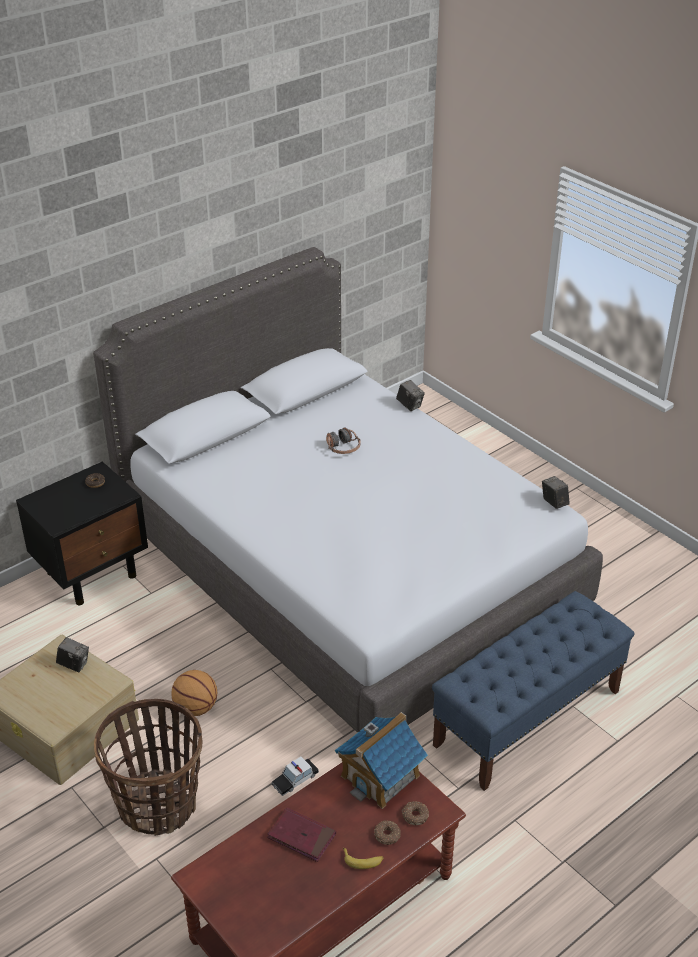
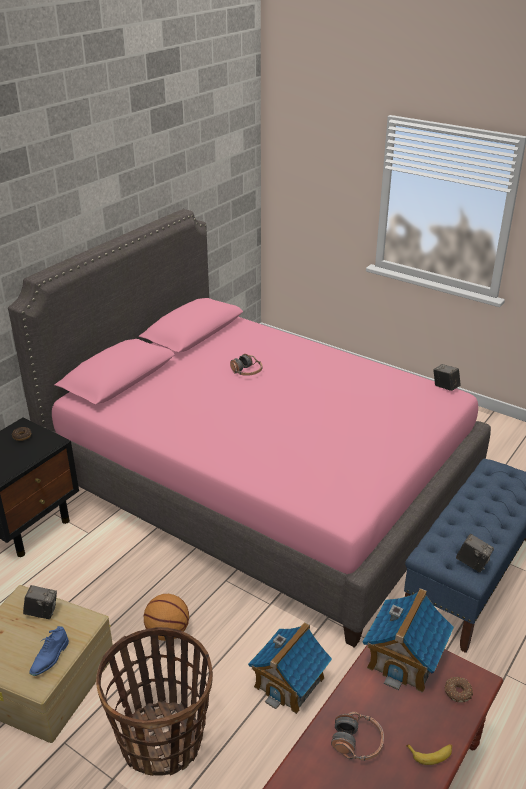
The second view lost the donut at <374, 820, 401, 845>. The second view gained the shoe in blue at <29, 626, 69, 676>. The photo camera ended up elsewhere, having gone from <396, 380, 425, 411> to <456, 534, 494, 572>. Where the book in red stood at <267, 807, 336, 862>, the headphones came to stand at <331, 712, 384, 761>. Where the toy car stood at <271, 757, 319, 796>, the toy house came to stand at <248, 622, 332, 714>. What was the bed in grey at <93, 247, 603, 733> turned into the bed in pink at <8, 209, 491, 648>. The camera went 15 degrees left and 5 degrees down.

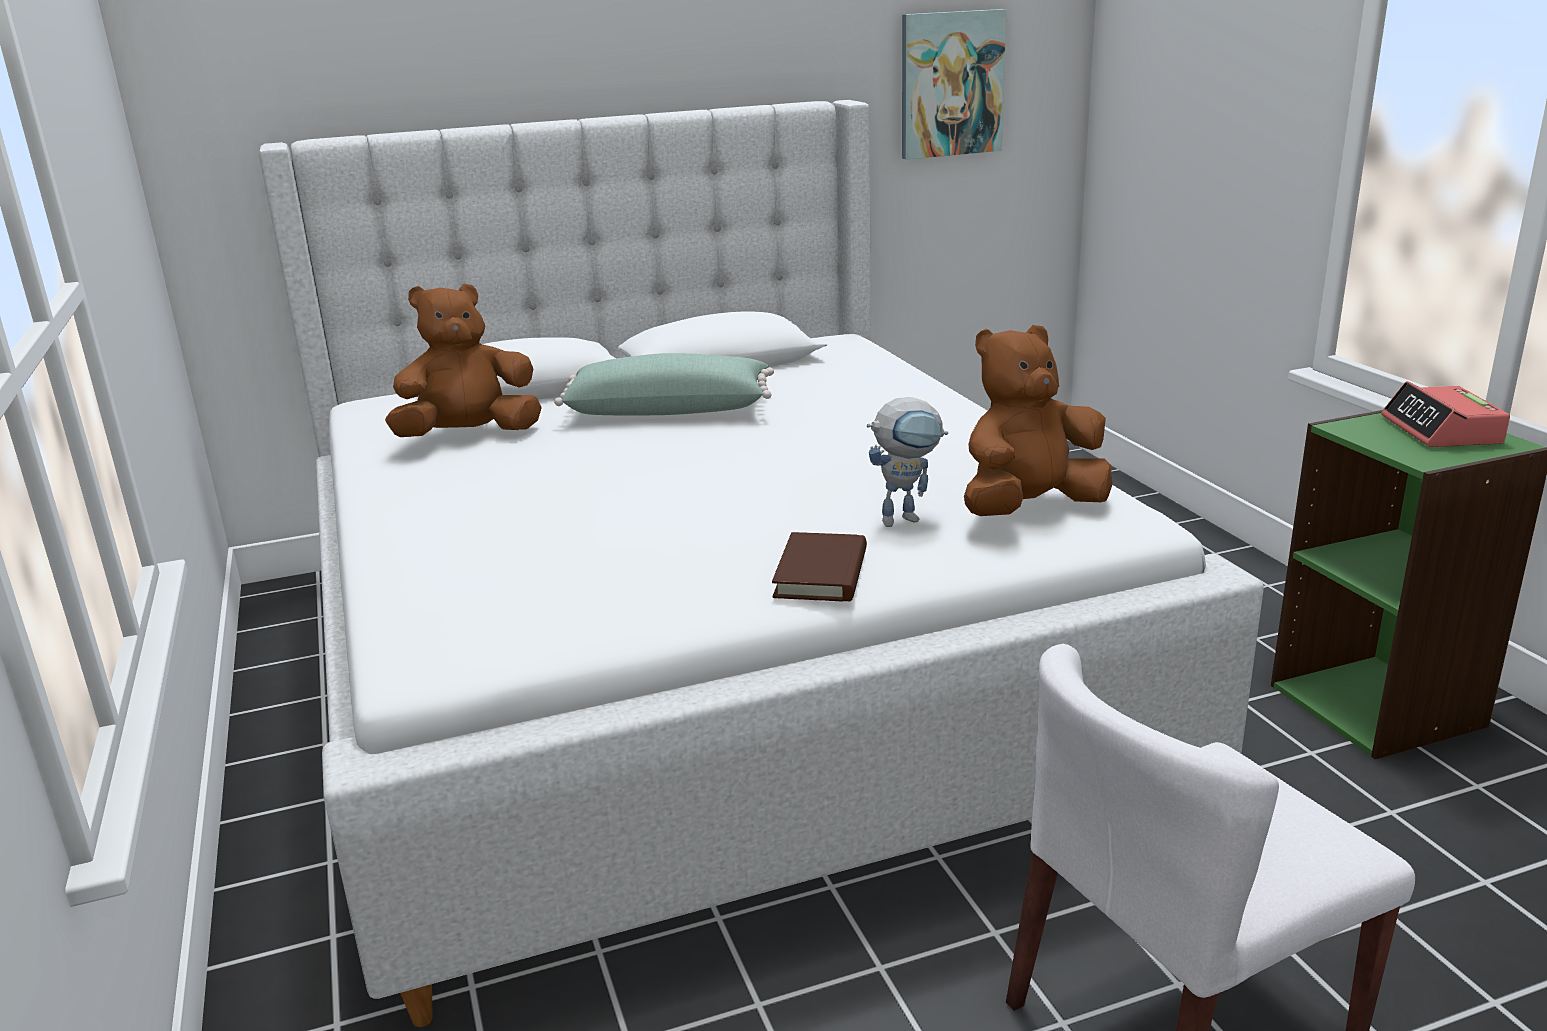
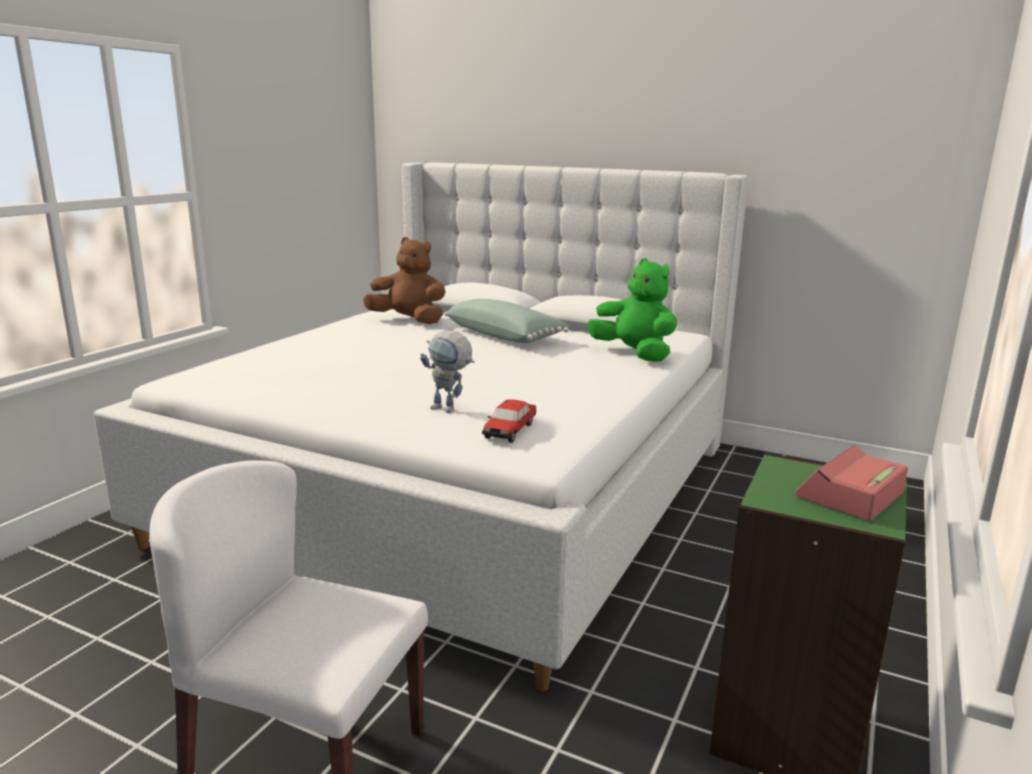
The second view lost the book in brown at <772, 532, 867, 601>. The second view lost the picture at <902, 9, 1007, 160>. The second view gained the plush toy in green at <587, 258, 677, 362>. Where the plush toy in brown stood at <964, 325, 1112, 516>, the toy car came to stand at <482, 399, 536, 443>. The camera went 45 degrees right and 5 degrees down.

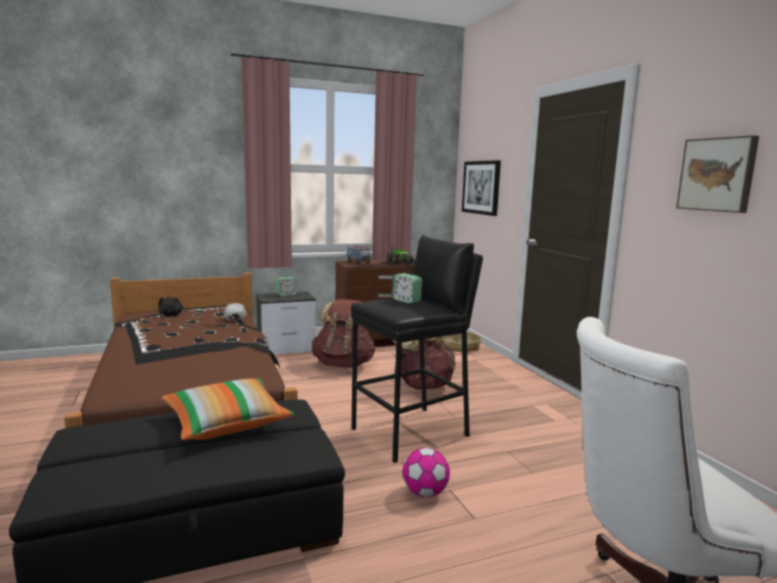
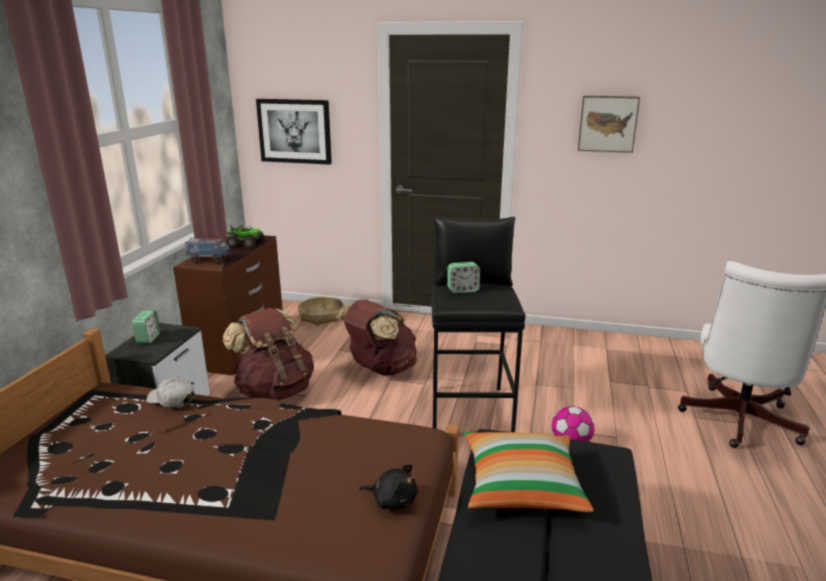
The plush toy in black ended up elsewhere, having gone from <158, 297, 183, 316> to <359, 464, 418, 510>. The camera went 55 degrees left and 10 degrees up.

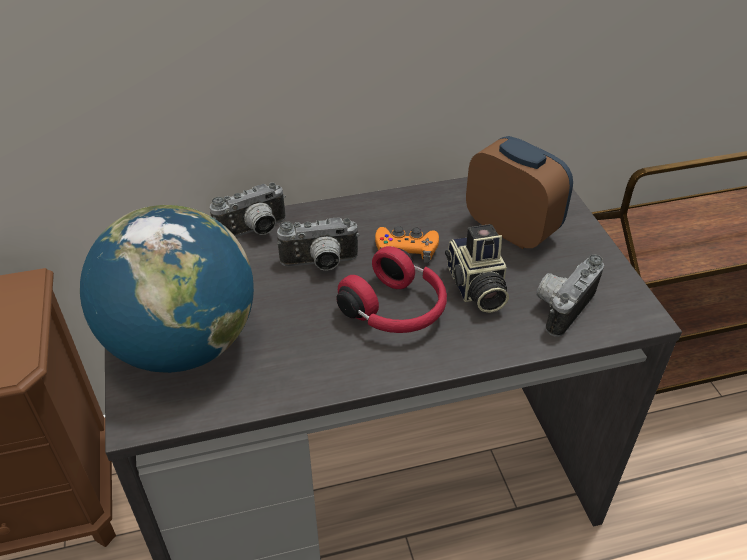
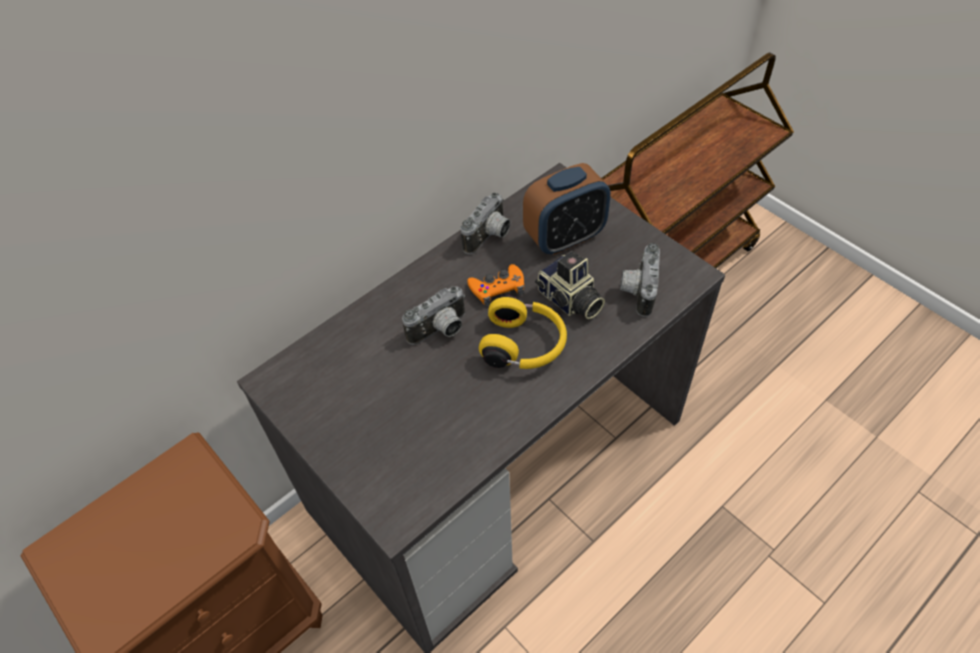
The second view lost the globe at <80, 205, 254, 373>. The photo camera ended up elsewhere, having gone from <210, 182, 286, 237> to <460, 192, 511, 254>. What was the headphones in red at <336, 246, 447, 333> turned into the headphones in yellow at <479, 295, 567, 369>. The alarm clock at <466, 136, 573, 249> ended up facing another way, 135 degrees clockwise from before. The camera went 25 degrees left and 10 degrees up.

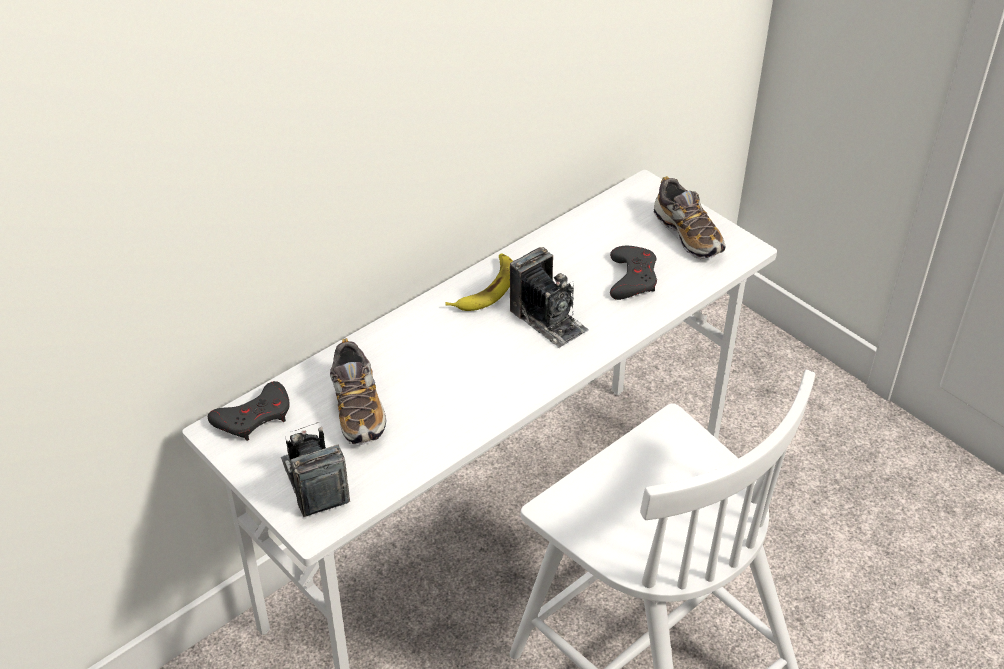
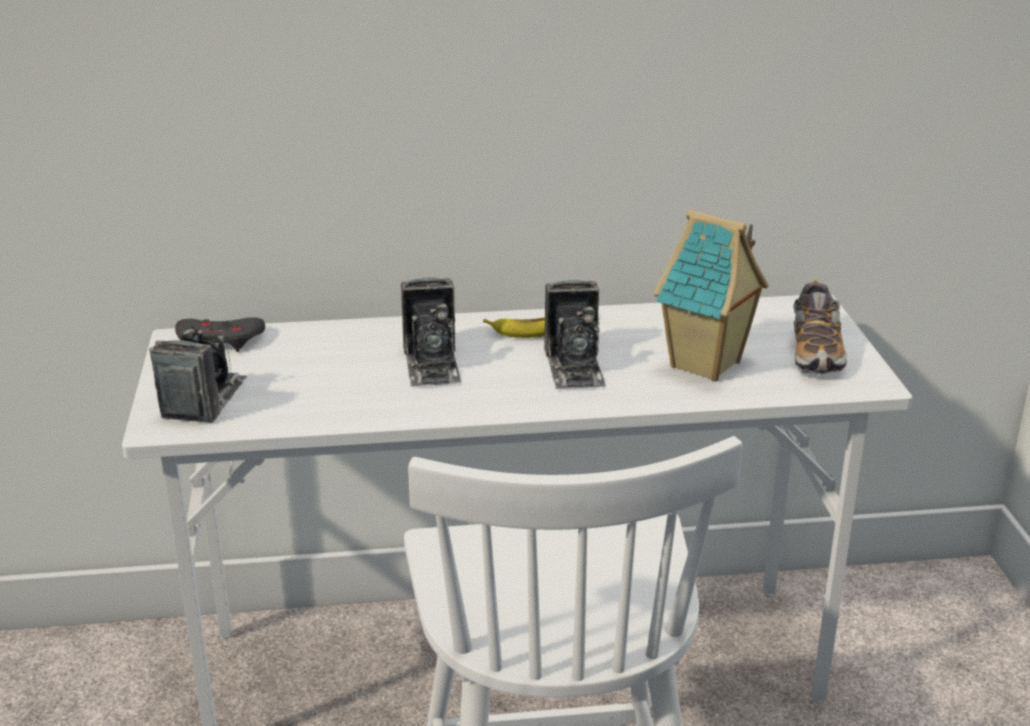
The second view lost the shoe at <330, 338, 387, 445>. The second view gained the photo camera at <401, 278, 461, 387>. Where the game controller in grey stood at <610, 246, 657, 300>, the toy house came to stand at <654, 209, 769, 382>. The camera went 35 degrees right and 15 degrees down.

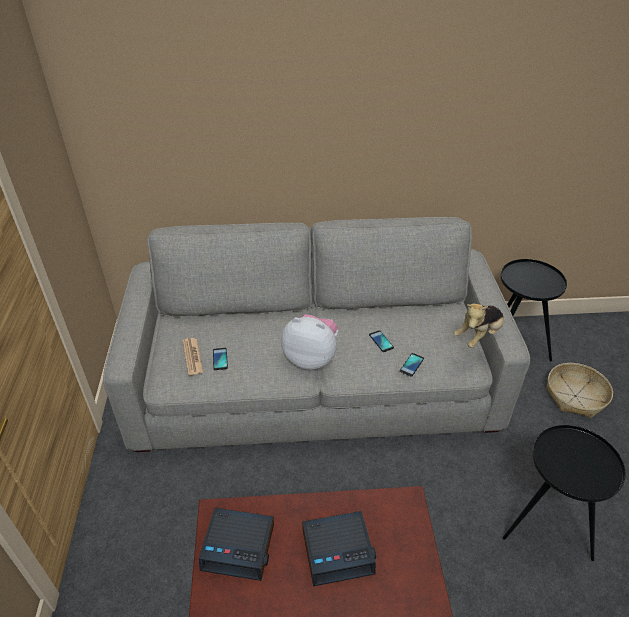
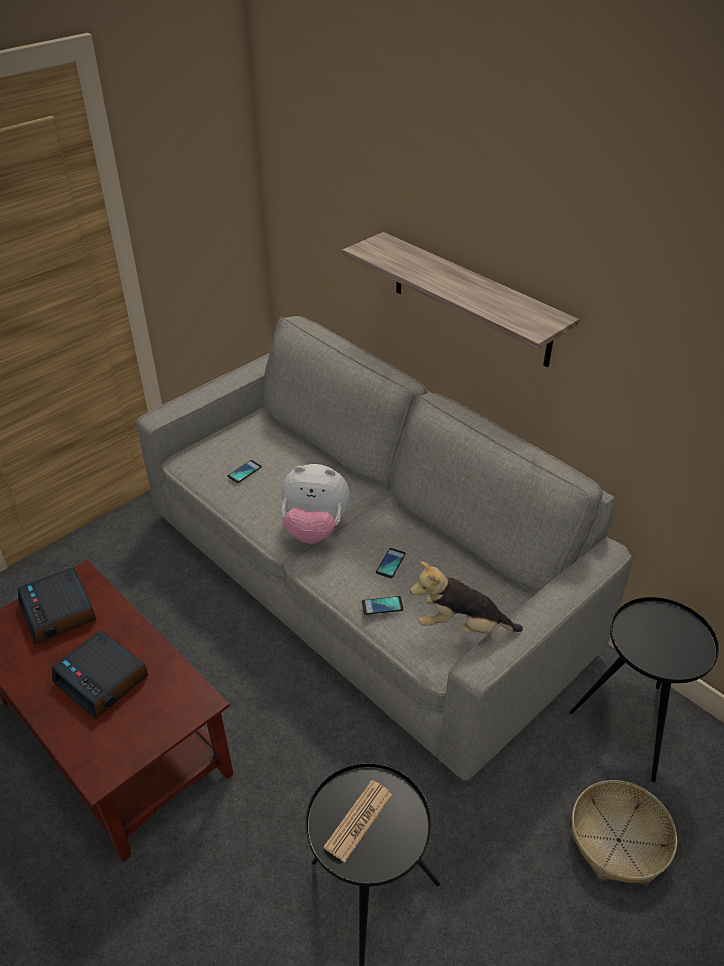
The second view gained the shelf at <342, 232, 579, 367>. The newspaper ended up elsewhere, having gone from <182, 338, 203, 375> to <323, 780, 392, 863>. The plush toy at <281, 314, 338, 369> ended up facing another way, 120 degrees clockwise from before. The camera went 50 degrees right and 0 degrees up.

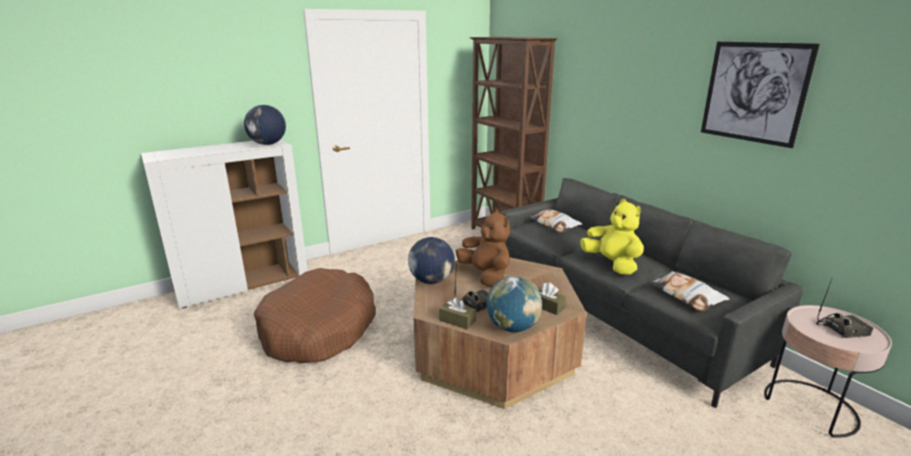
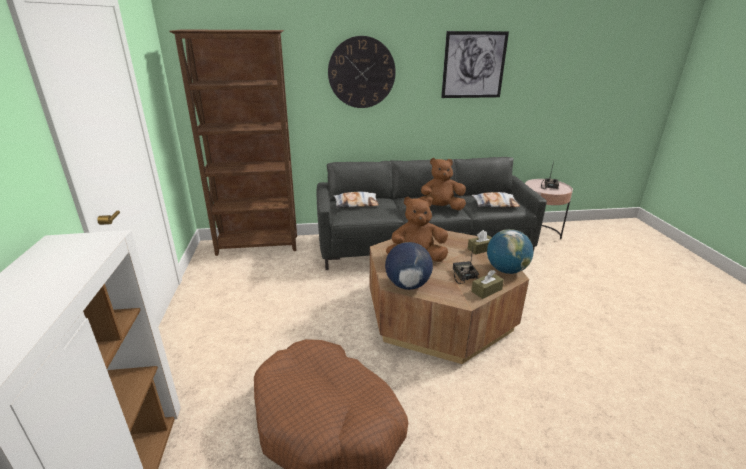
The second view lost the globe at <244, 105, 286, 145>. The second view gained the wall clock at <328, 36, 396, 108>. What was the plush toy in yellow at <580, 199, 644, 275> turned into the plush toy in brown at <418, 158, 466, 210>. The camera went 65 degrees left and 5 degrees up.

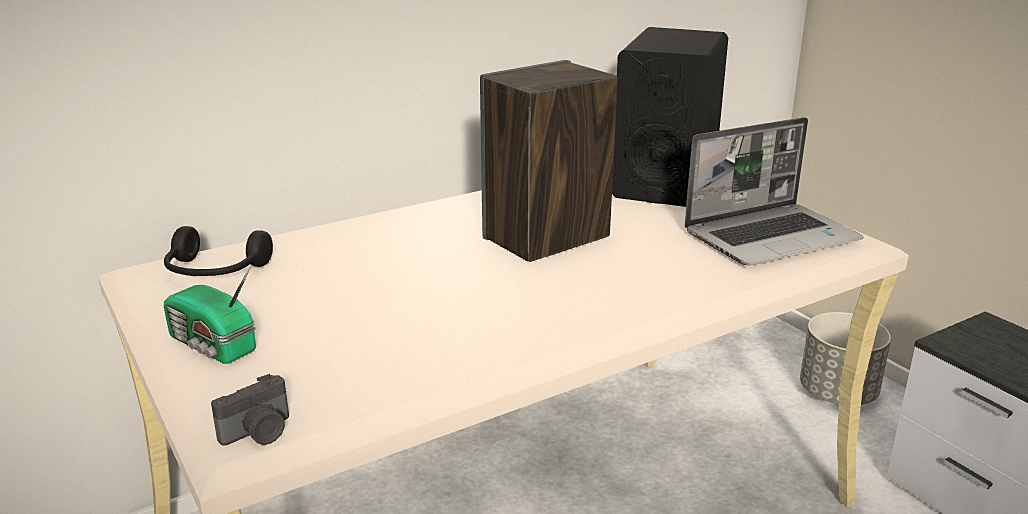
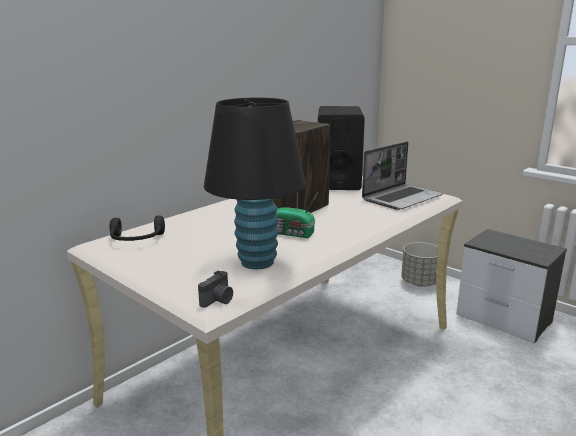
The second view gained the table lamp in black at <204, 98, 306, 269>. The radio ended up elsewhere, having gone from <164, 265, 256, 364> to <276, 191, 319, 238>. The camera went 15 degrees left and 5 degrees down.

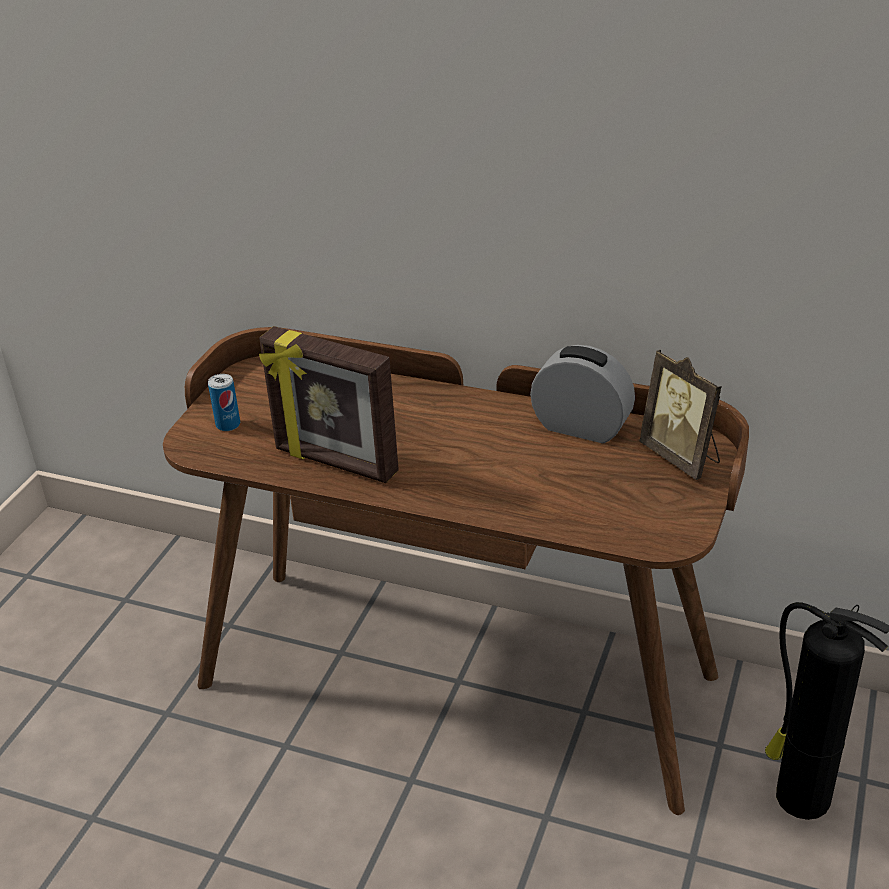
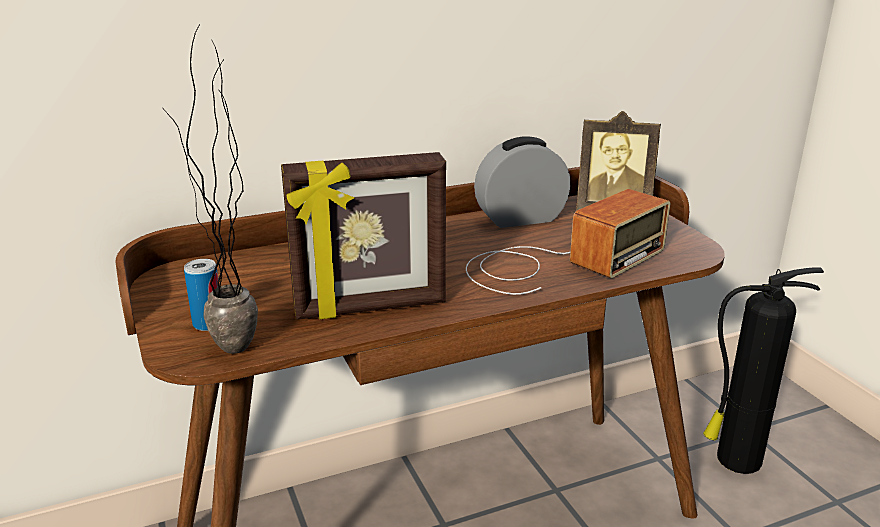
The second view gained the potted plant at <164, 23, 258, 354>. The second view gained the radio at <466, 189, 670, 295>. The camera went 45 degrees left and 10 degrees down.

